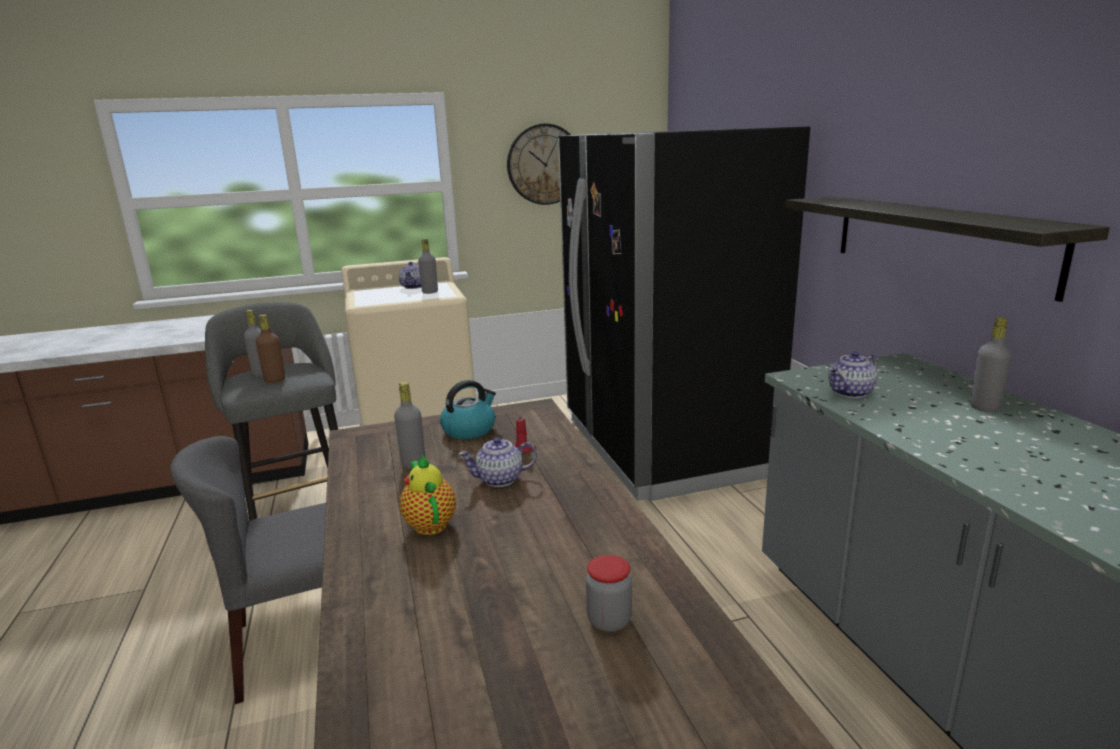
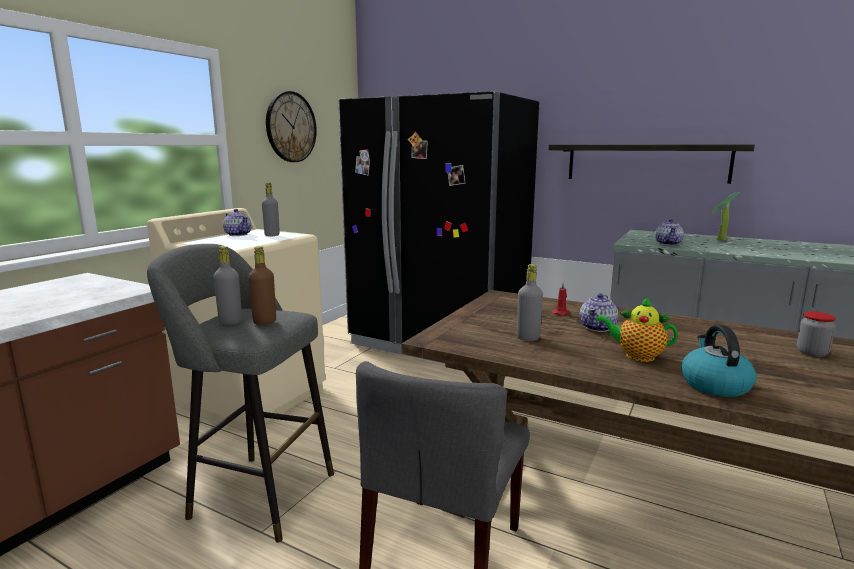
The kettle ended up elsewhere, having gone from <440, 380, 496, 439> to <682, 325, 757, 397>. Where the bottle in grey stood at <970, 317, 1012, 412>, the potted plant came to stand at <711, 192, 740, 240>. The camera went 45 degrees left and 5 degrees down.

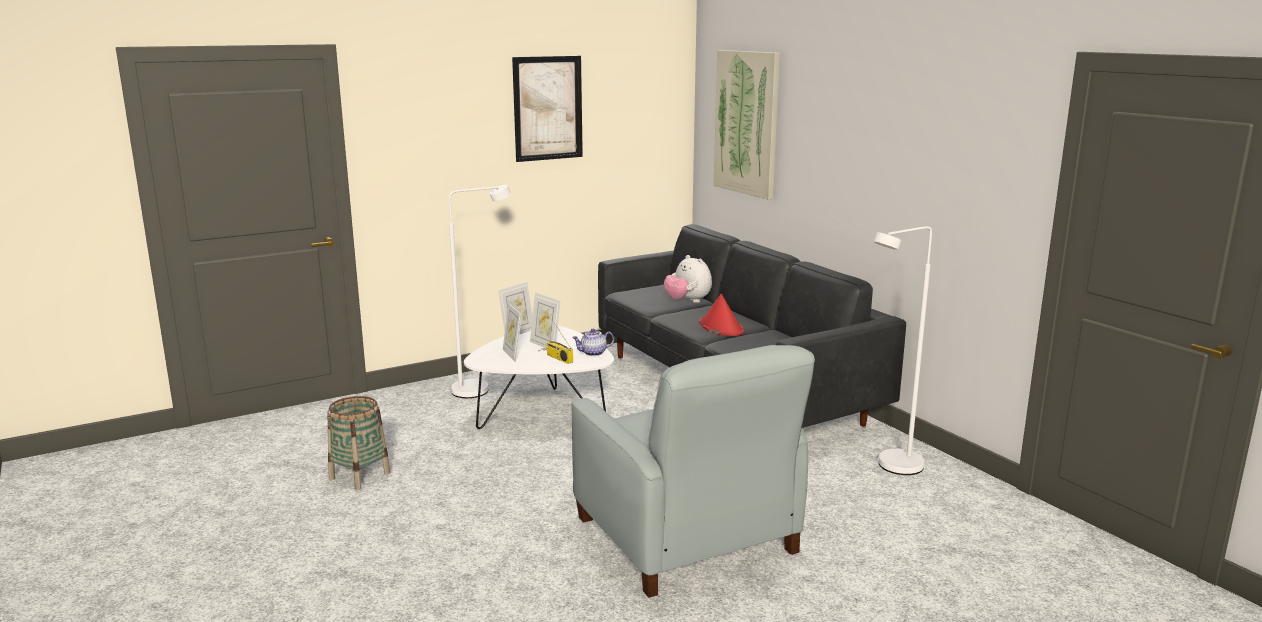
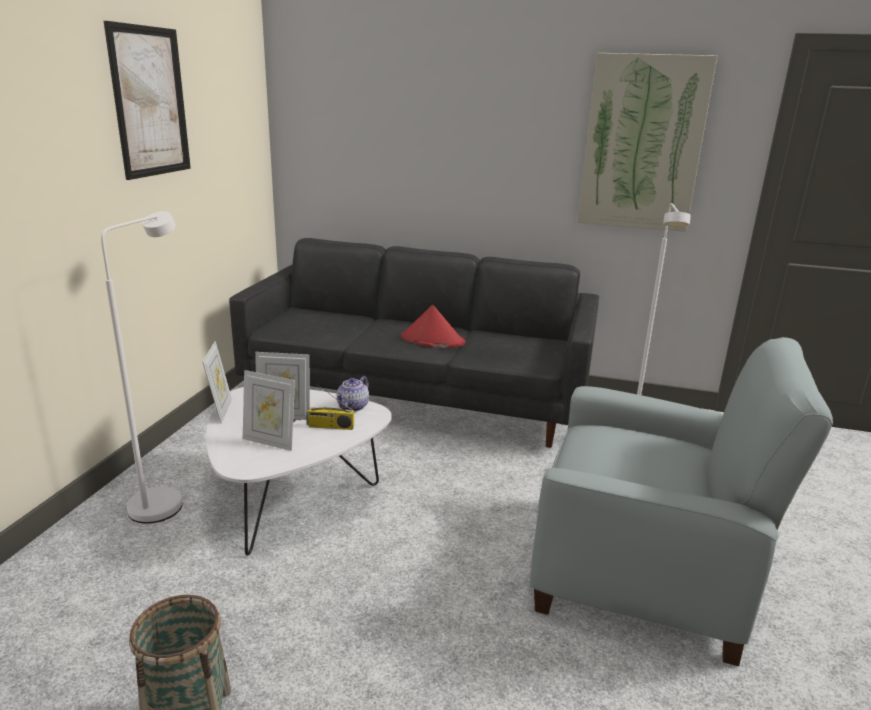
The second view lost the plush toy at <664, 255, 712, 303>. The picture ended up elsewhere, having gone from <713, 50, 780, 200> to <577, 53, 717, 232>. The camera went 45 degrees left and 5 degrees up.

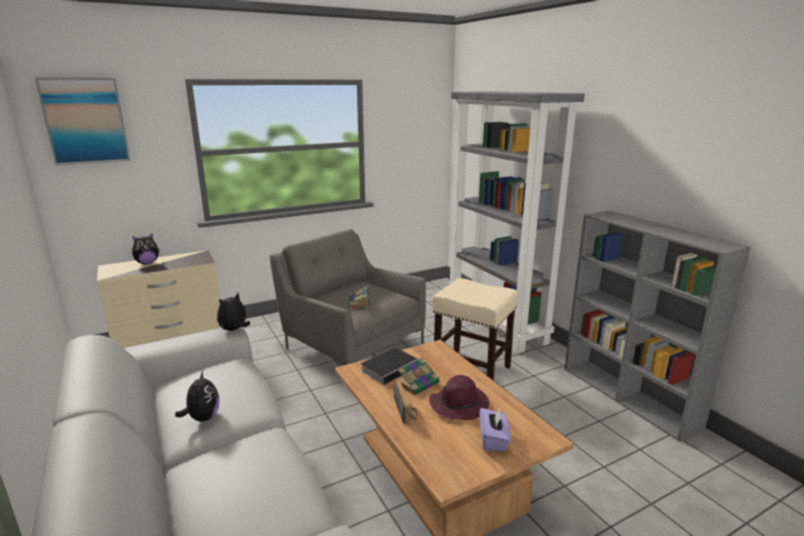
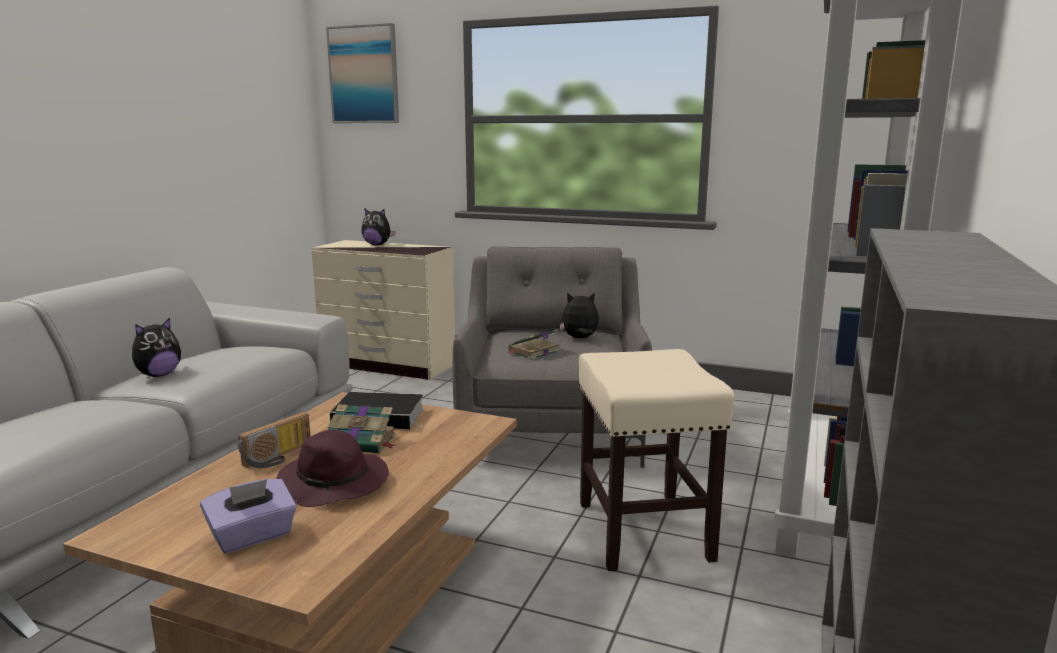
The plush toy ended up elsewhere, having gone from <217, 293, 251, 331> to <559, 292, 599, 338>. The camera went 50 degrees right and 5 degrees down.

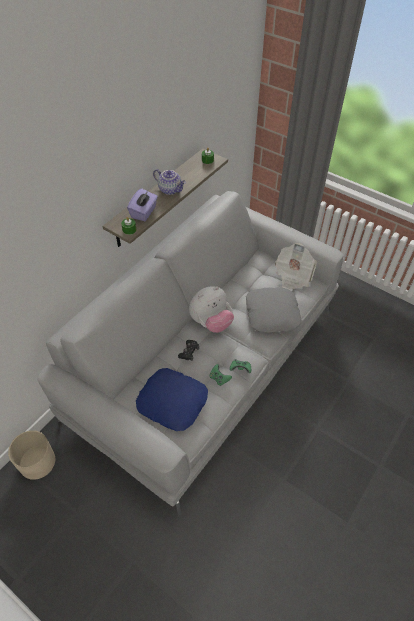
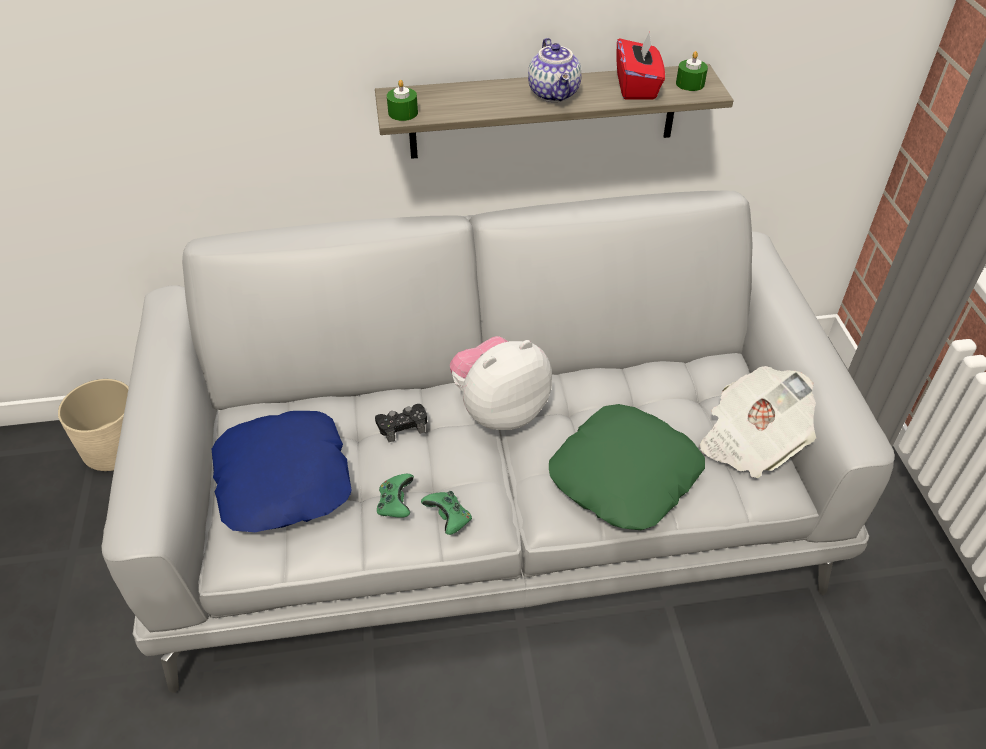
The second view lost the tissue box in purple at <127, 188, 158, 221>. The second view gained the tissue box in red at <617, 32, 665, 100>. What was the pillow in grey at <246, 287, 302, 333> turned into the pillow in green at <549, 404, 705, 530>. The plush toy at <189, 286, 234, 333> ended up facing another way, 135 degrees clockwise from before. The camera went 45 degrees right and 5 degrees down.

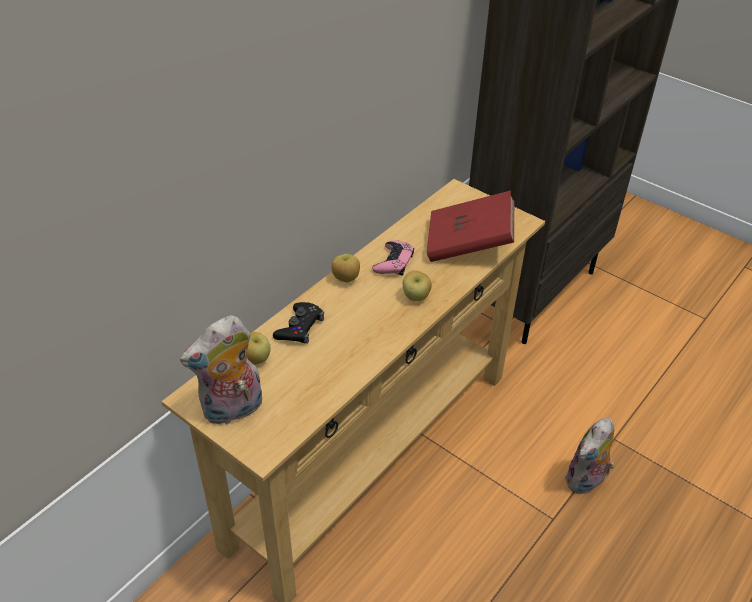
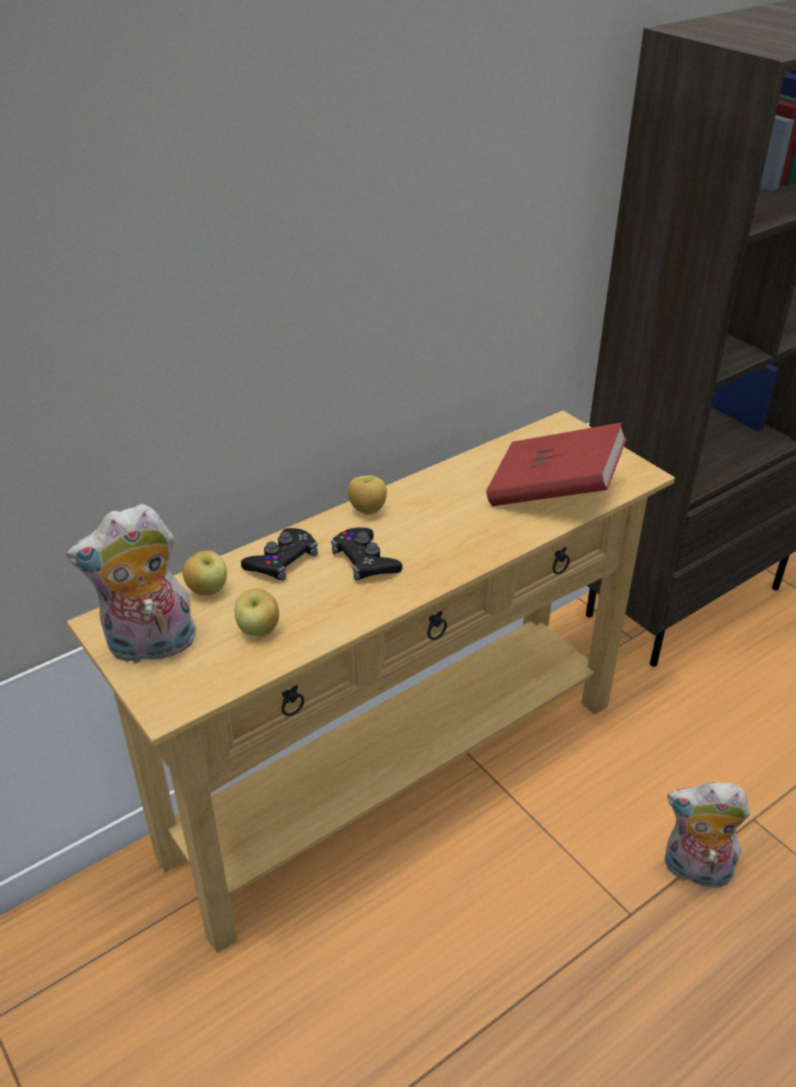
The second view lost the game controller in pink at <372, 241, 414, 276>. The second view gained the game controller in black at <331, 527, 402, 581>. The apple ended up elsewhere, having gone from <403, 270, 432, 301> to <235, 588, 279, 637>. The plush toy at <565, 418, 614, 495> ended up facing another way, 45 degrees clockwise from before. The camera went 15 degrees right and 5 degrees down.

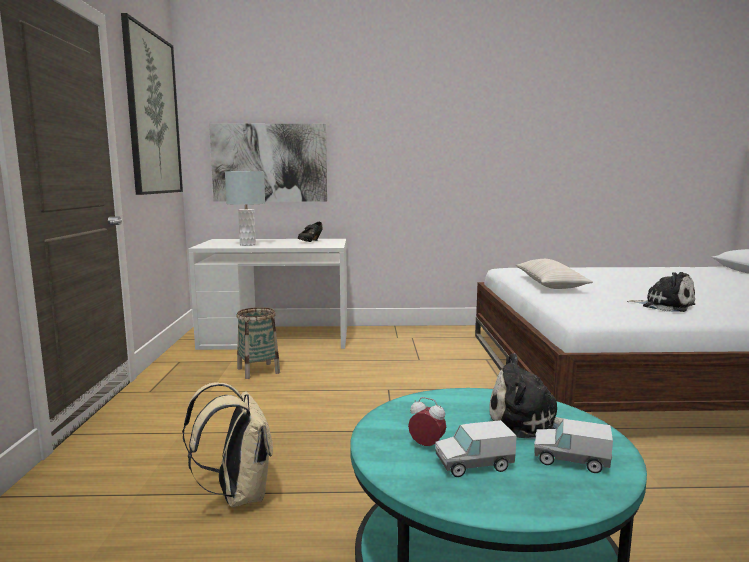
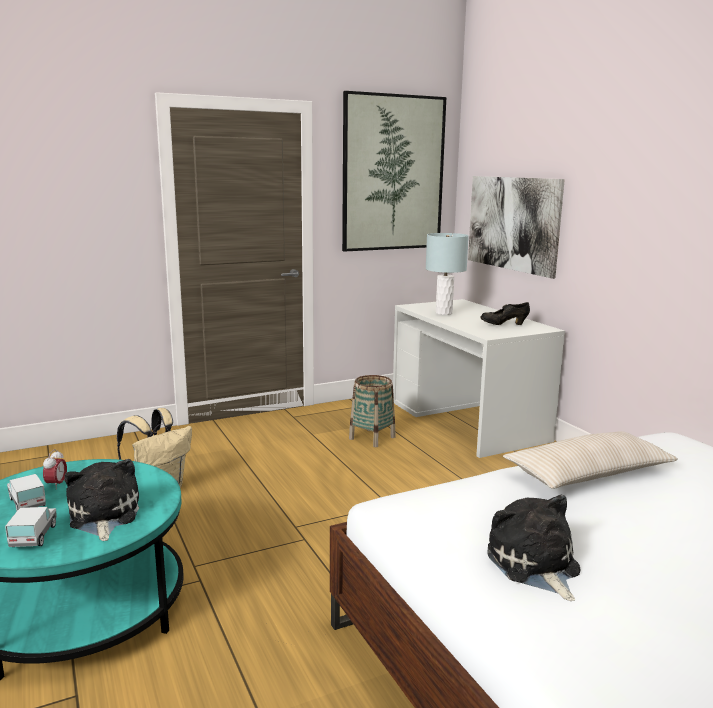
The plush toy at <627, 272, 695, 312> ended up facing another way, 150 degrees clockwise from before. The camera went 65 degrees right and 5 degrees up.

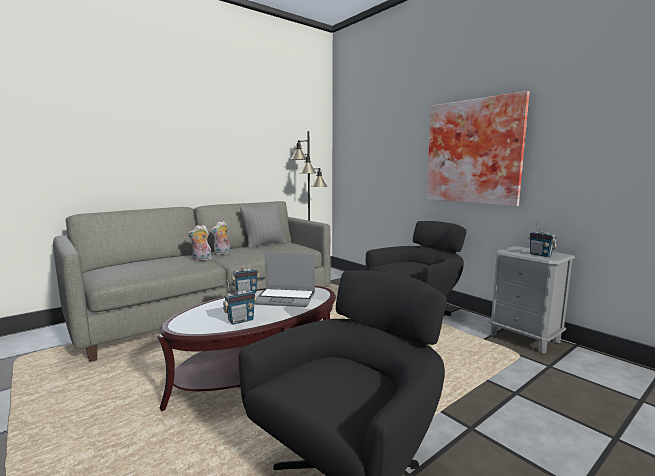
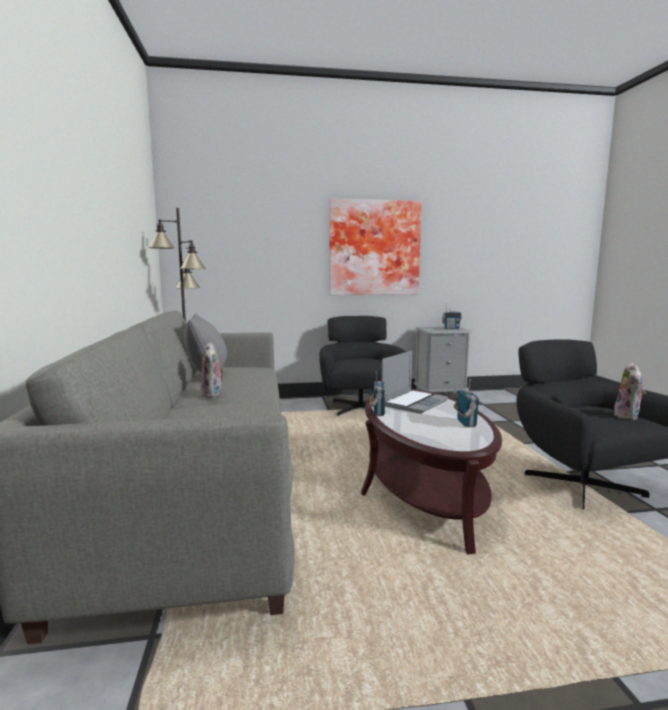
The plush toy ended up elsewhere, having gone from <187, 225, 212, 261> to <614, 362, 646, 420>. The camera went 60 degrees left and 0 degrees up.

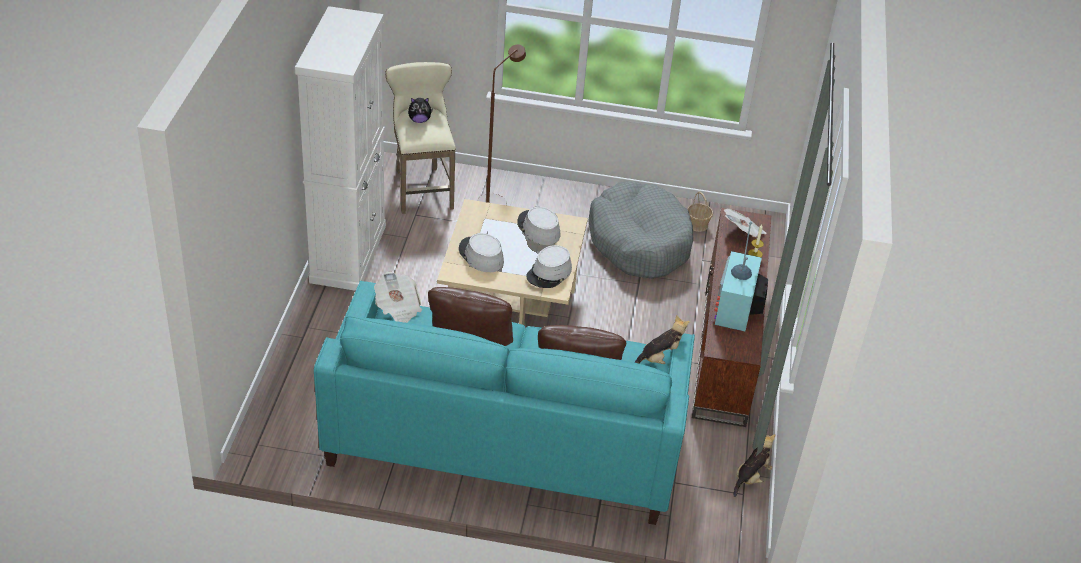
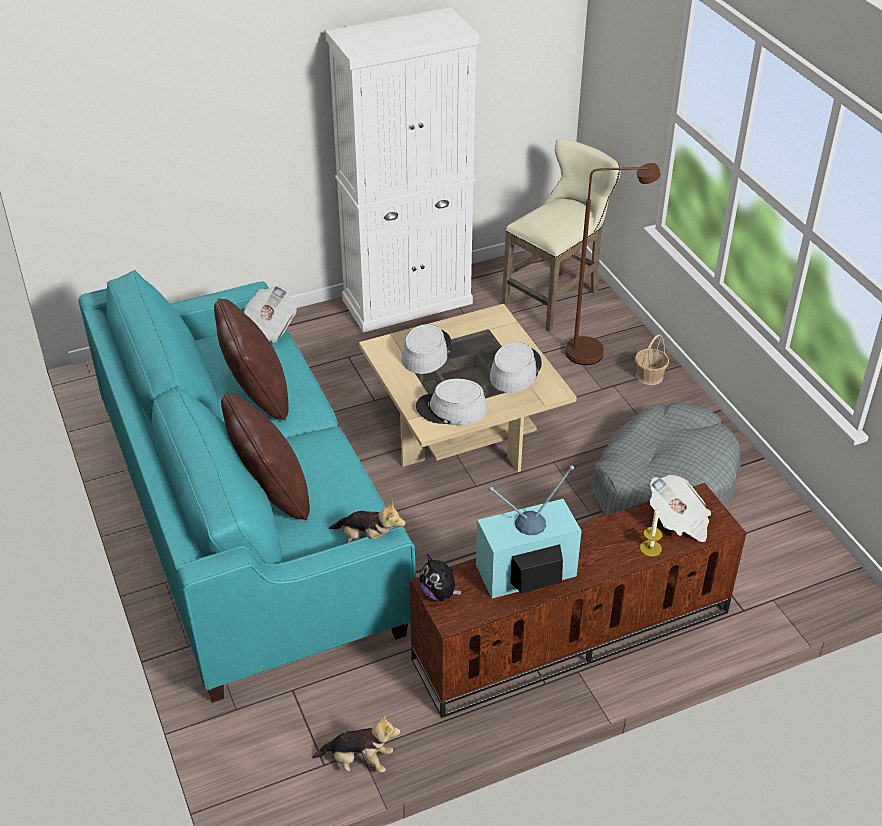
The plush toy ended up elsewhere, having gone from <408, 98, 433, 123> to <420, 554, 461, 601>. The basket ended up elsewhere, having gone from <687, 192, 713, 232> to <635, 334, 669, 385>. The camera went 60 degrees right and 0 degrees up.

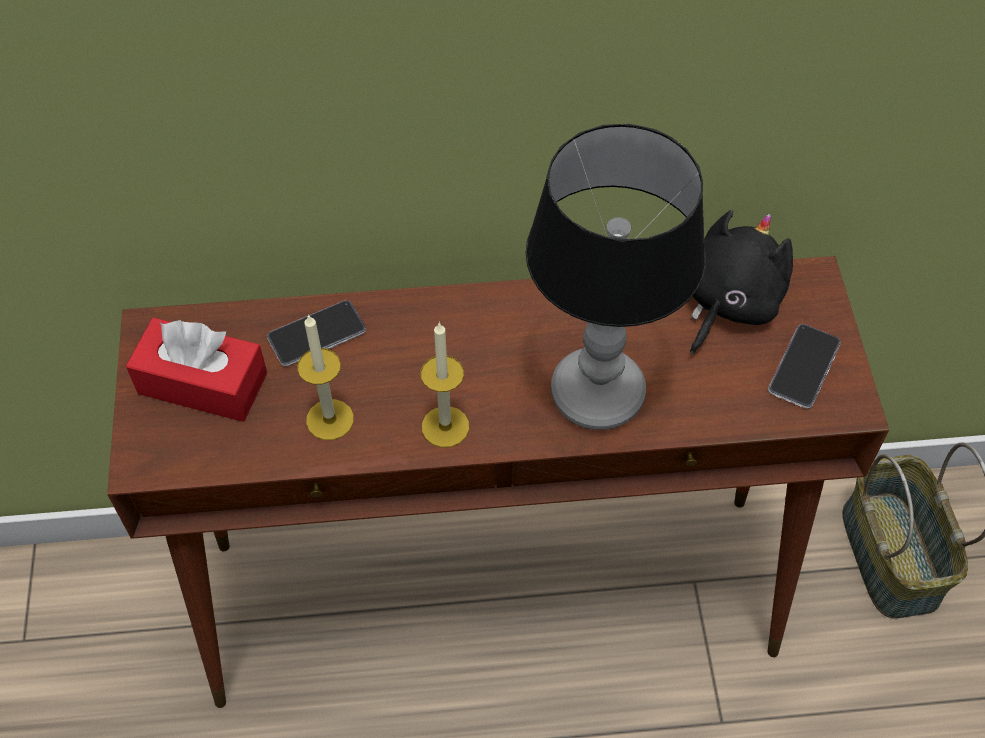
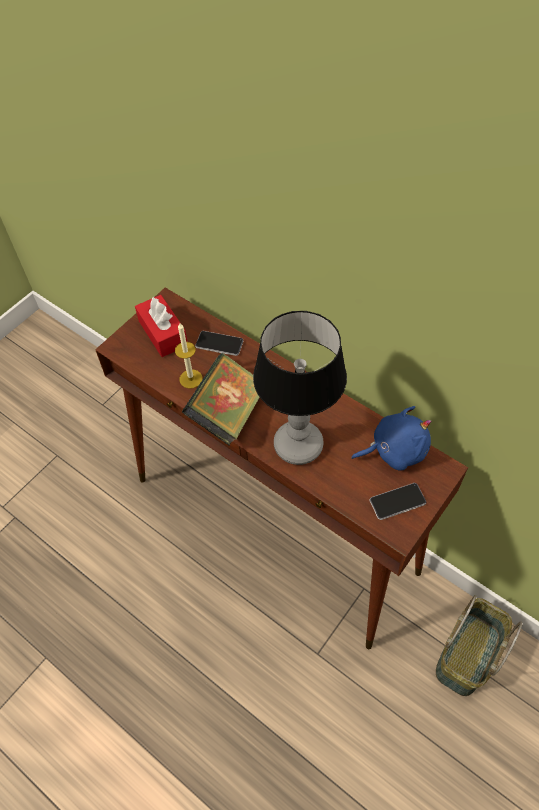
Where the candle stood at <421, 321, 469, 448>, the book came to stand at <182, 353, 260, 446>. What was the plush toy in black at <690, 210, 793, 355> turned into the plush toy in blue at <351, 406, 431, 471>. The camera went 45 degrees right and 0 degrees up.

